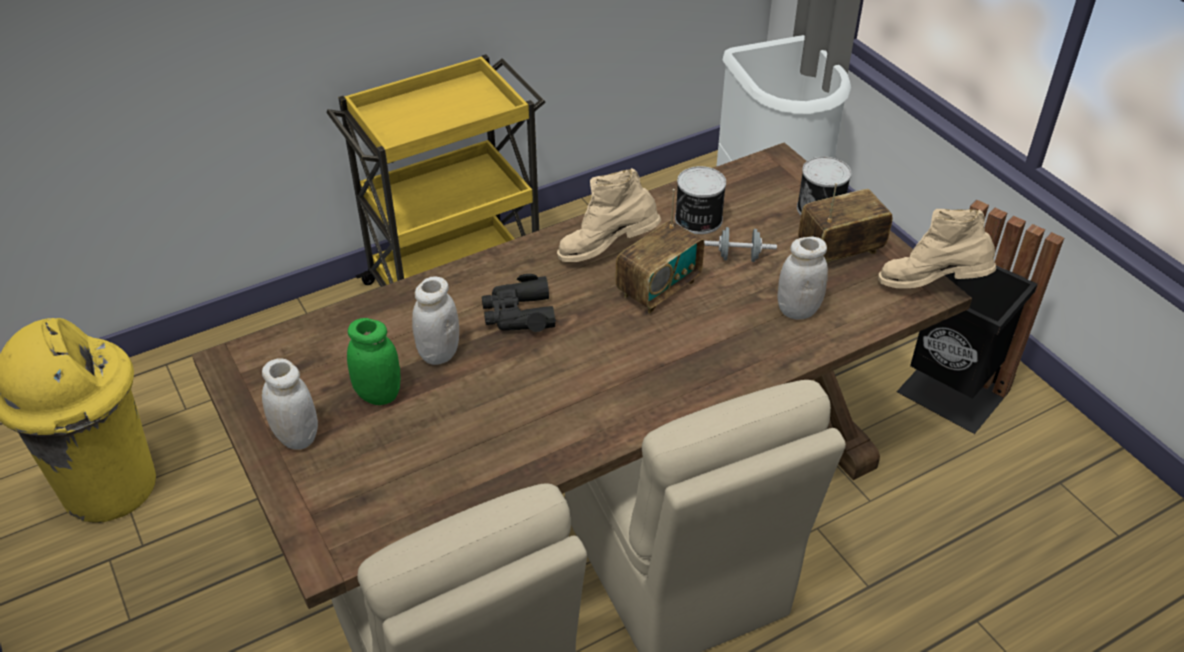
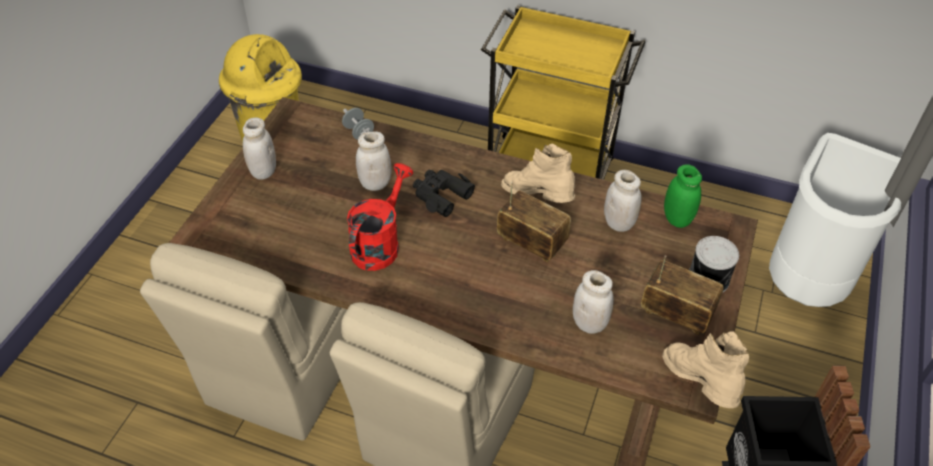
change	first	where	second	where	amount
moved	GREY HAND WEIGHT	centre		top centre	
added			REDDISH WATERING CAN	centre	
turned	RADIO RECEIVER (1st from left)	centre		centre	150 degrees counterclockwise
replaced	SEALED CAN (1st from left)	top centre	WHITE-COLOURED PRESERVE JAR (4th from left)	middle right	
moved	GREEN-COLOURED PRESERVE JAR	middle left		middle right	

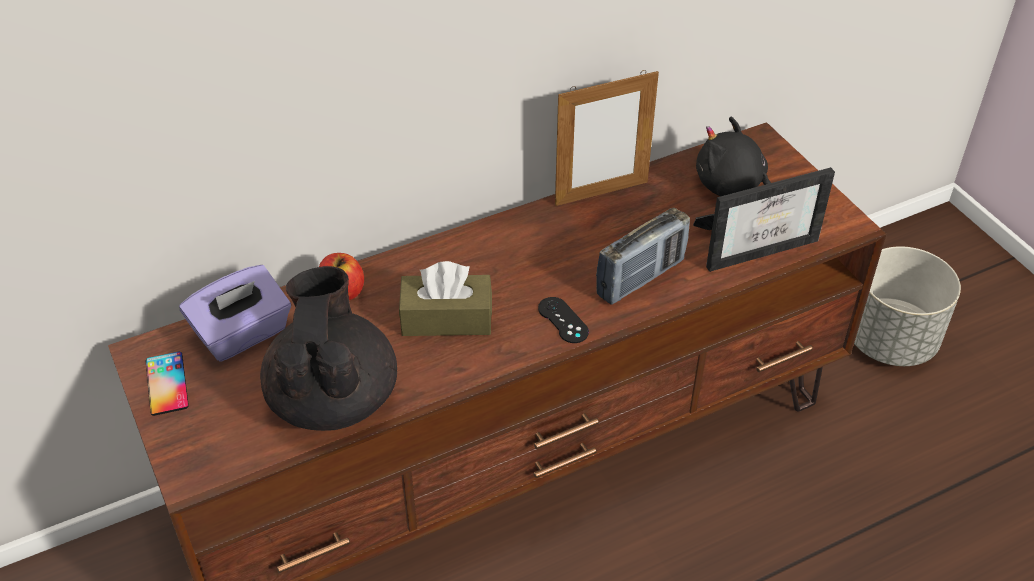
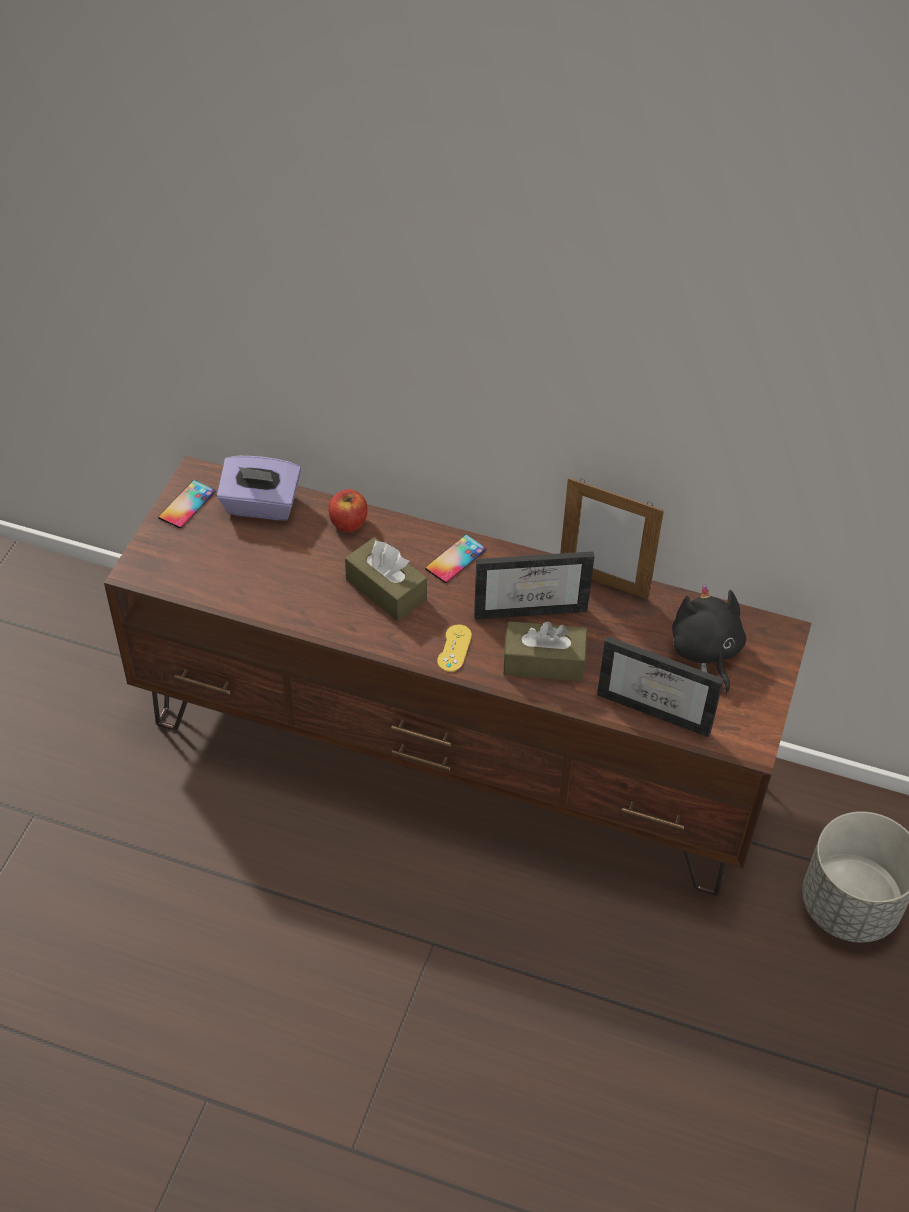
change	first	where	second	where	amount
added			TELEPHONE (2nd from left)	centre	
recoloured	BLACKISH GAMEPAD	centre	YELLOWISH GAMEPAD	centre	
added			STANDING FRAME (1st from left)	centre	
replaced	RADIO RECEIVER	centre	BROWNISH BOX OF TISSUES (2nd from left)	centre	
removed	BLACKISH TEA POT	middle left			

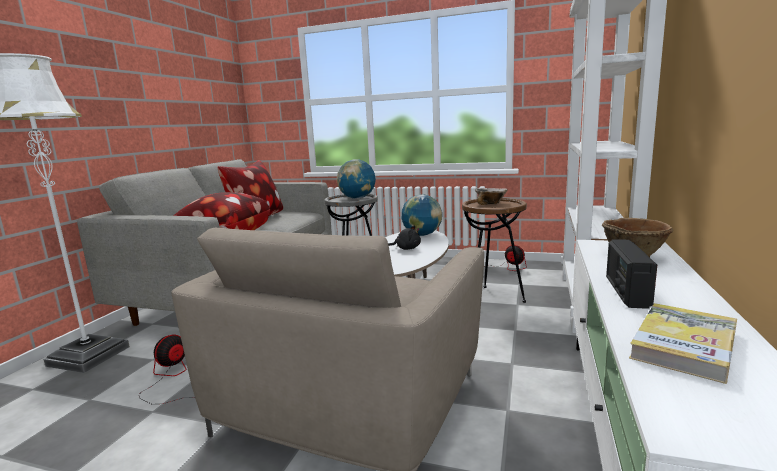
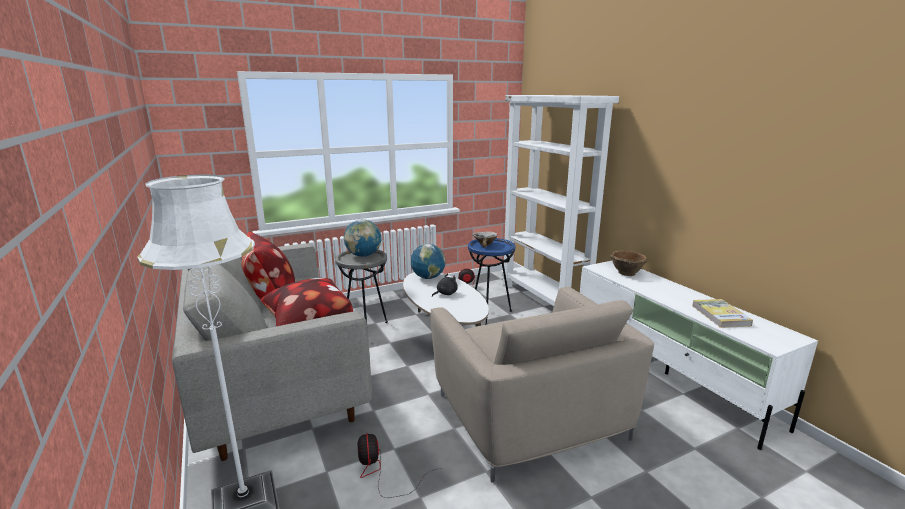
change	first	where	second	where	amount
recoloured	BROWNISH ACCENT TABLE	centre	BLUE ACCENT TABLE	centre	
removed	RADIO RECEIVER	middle right			

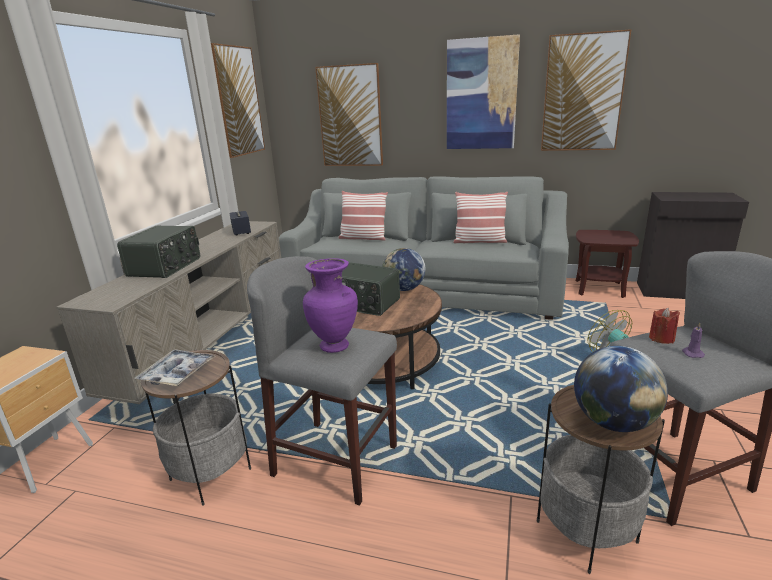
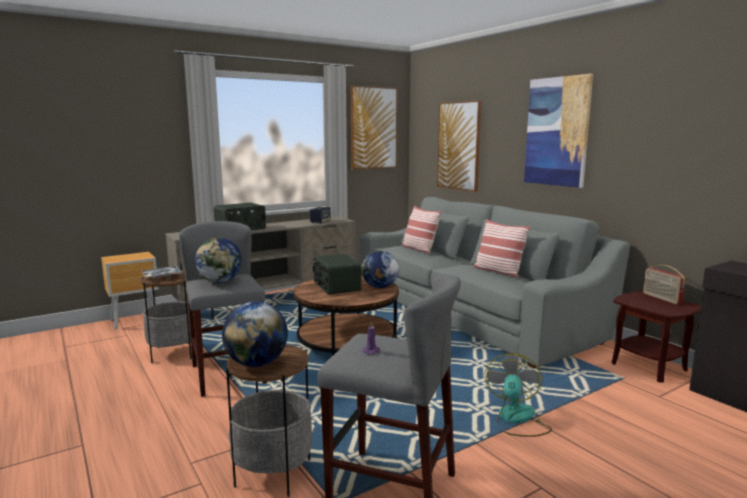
change	first	where	second	where	amount
replaced	PURPLISH FLOWER VASE	centre	GLOBE (1st from left)	middle left	
added			RADIO RECEIVER (3rd from left)	middle right	
removed	WALL ART (4th from left)	top right			
removed	REDDISH CANDLE	middle right			

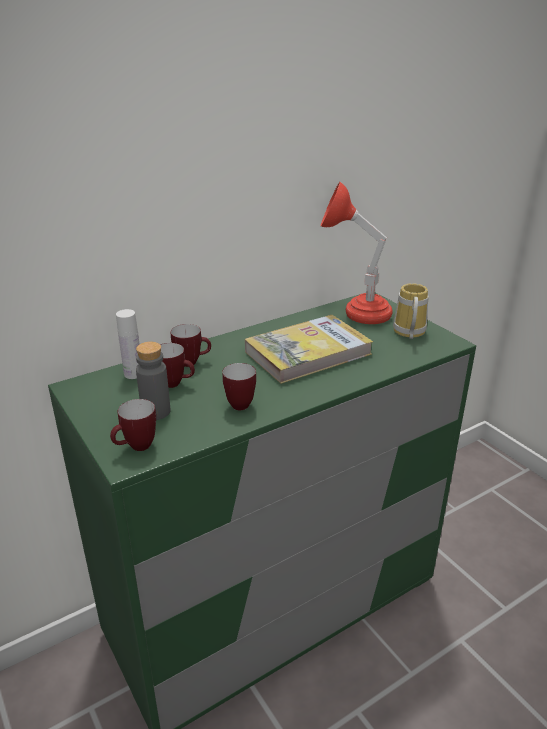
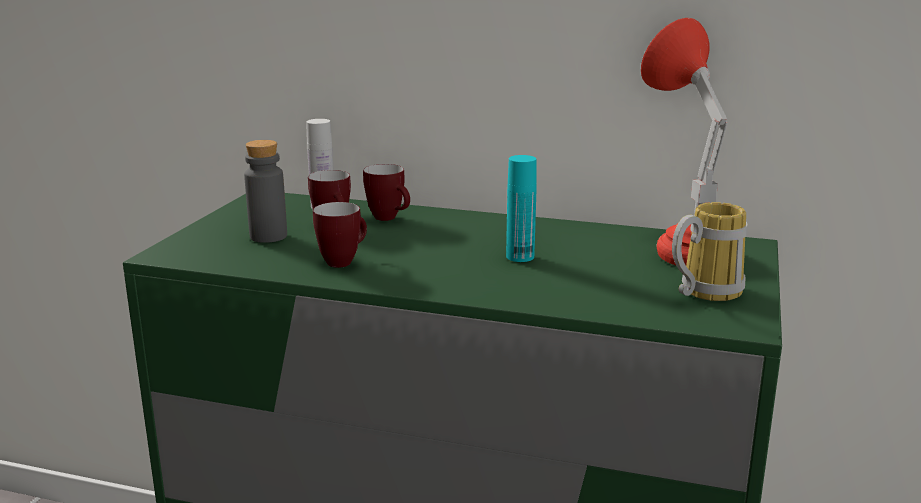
change	first	where	second	where	amount
replaced	BOUND BOOK	centre	TURQUOISE-COLOURED DRINK BOTTLE	centre	
removed	MUG (1st from left)	middle left			

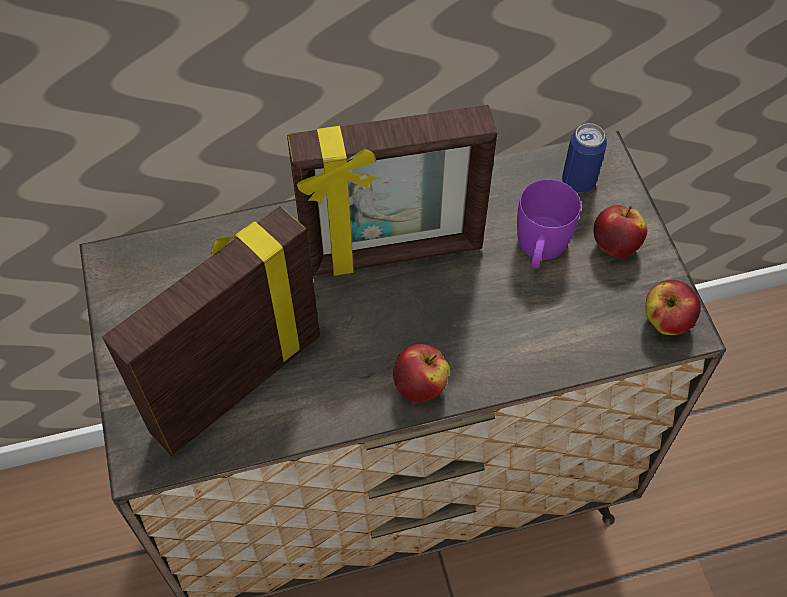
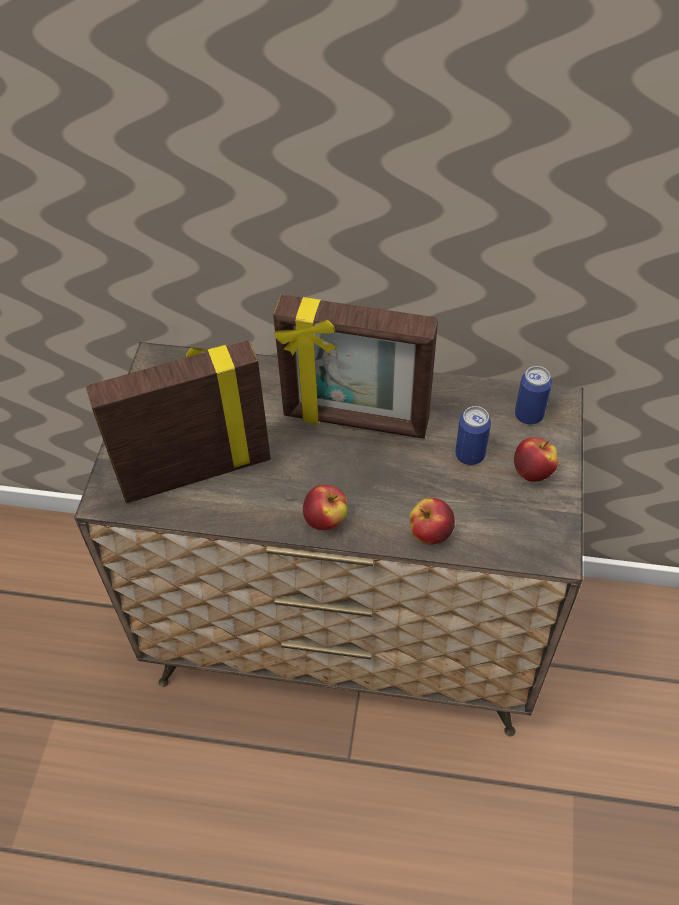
change	first	where	second	where	amount
moved	APPLE (3rd from left in the first image)	middle right	APPLE (2nd from left)	centre	
replaced	PURPLISH MUG	middle right	SEALED CAN (1st from left)	middle right	

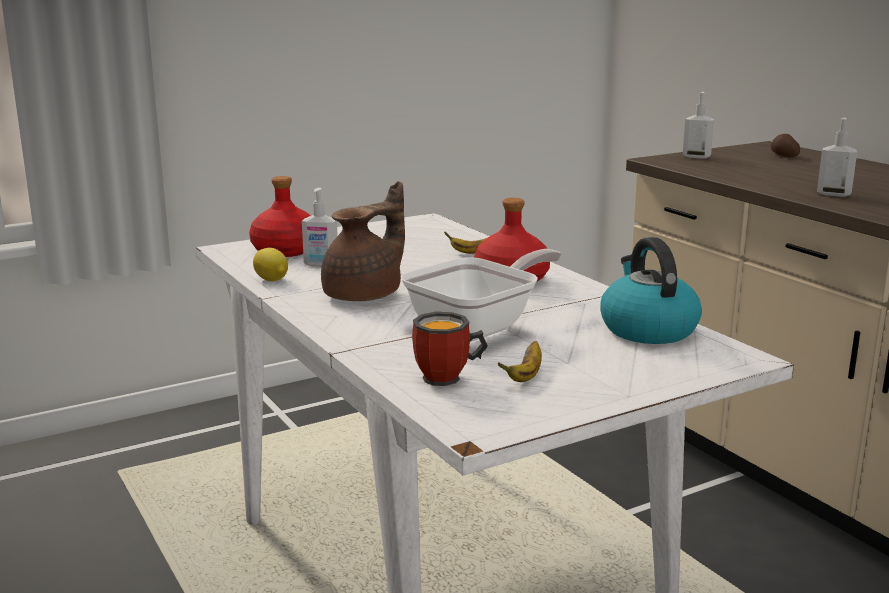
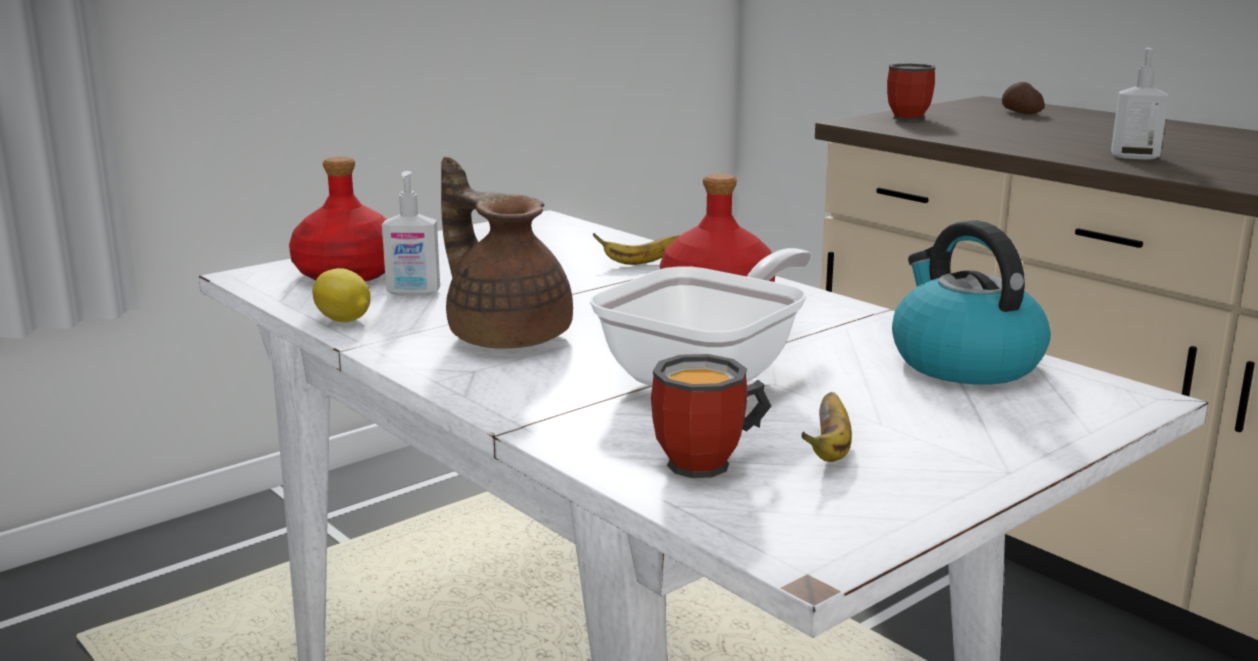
change	first	where	second	where	amount
turned	BROWNISH TEA POT	centre		centre	75 degrees counterclockwise
replaced	SOAP DISPENSER (2nd from left)	top right	MUG (2nd from left)	top right	

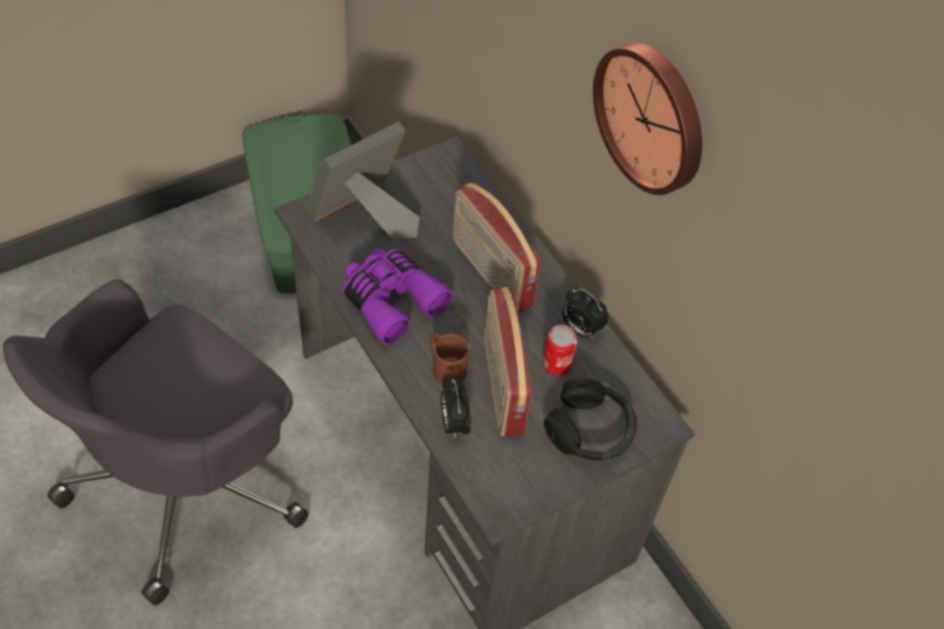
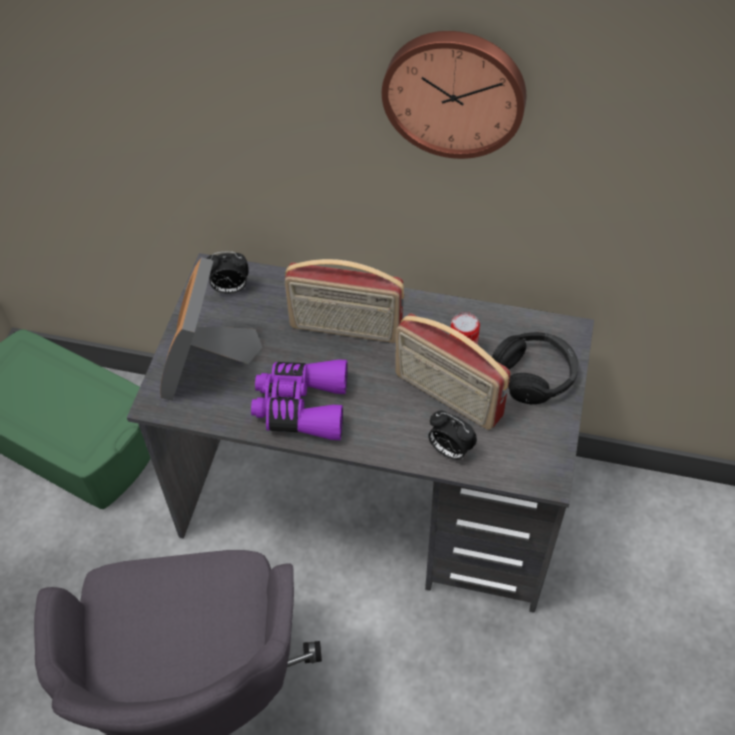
change	first	where	second	where	amount
moved	ALARM CLOCK (2nd from left in the first image)	centre	ALARM CLOCK (1st from left)	middle left	
removed	BROWNISH MUG	centre			

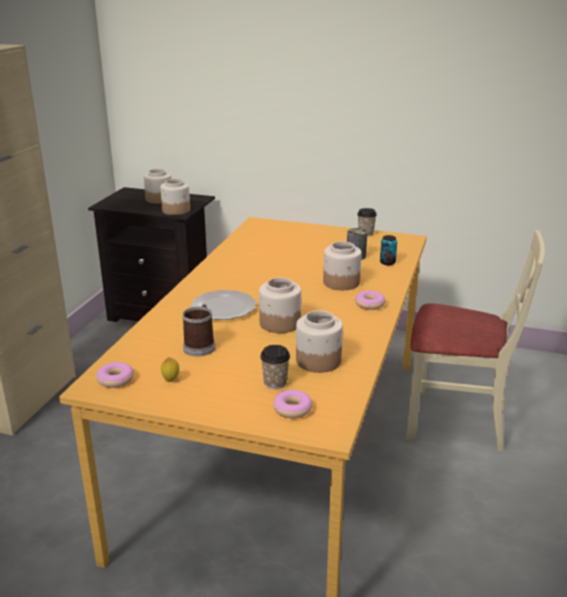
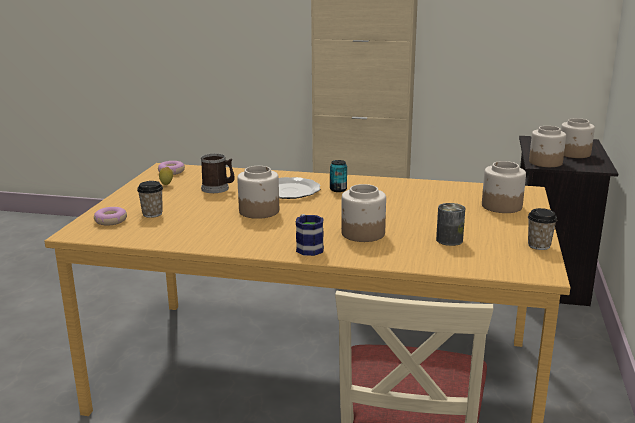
change	first	where	second	where	amount
replaced	DONUT (3rd from left)	centre	MUG (2nd from left)	centre	
moved	SEALED CAN (2nd from left in the first image)	middle right	SEALED CAN (1st from left)	centre	
moved	PRESERVE JAR (4th from left in the first image)	centre	PRESERVE JAR (3rd from left)	middle right	

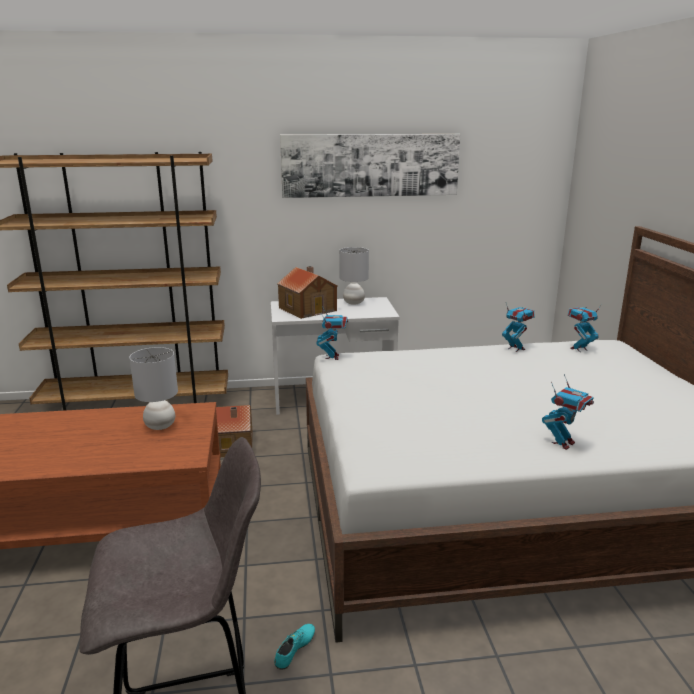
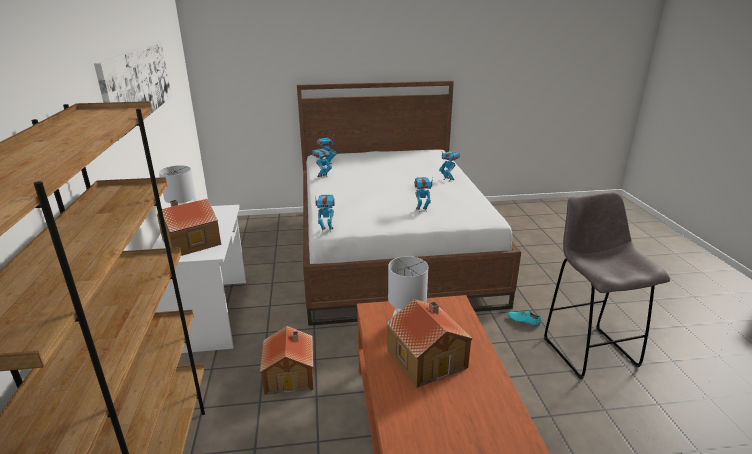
change	first	where	second	where	amount
added			TOY HOUSE (3rd from left)	bottom centre	
added			TOY ROBOT (4th from left)	centre	

